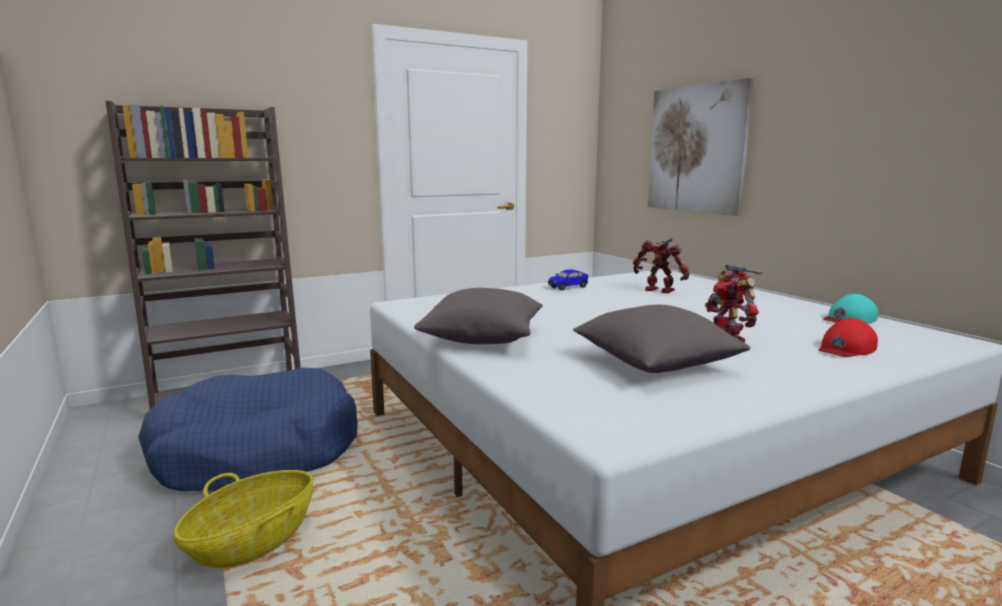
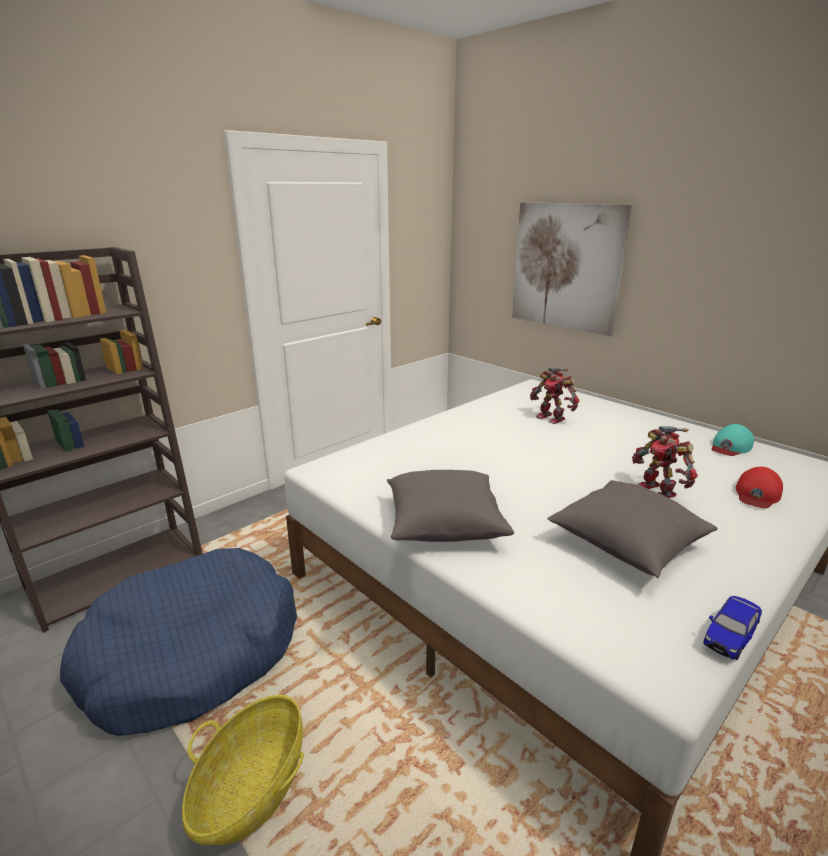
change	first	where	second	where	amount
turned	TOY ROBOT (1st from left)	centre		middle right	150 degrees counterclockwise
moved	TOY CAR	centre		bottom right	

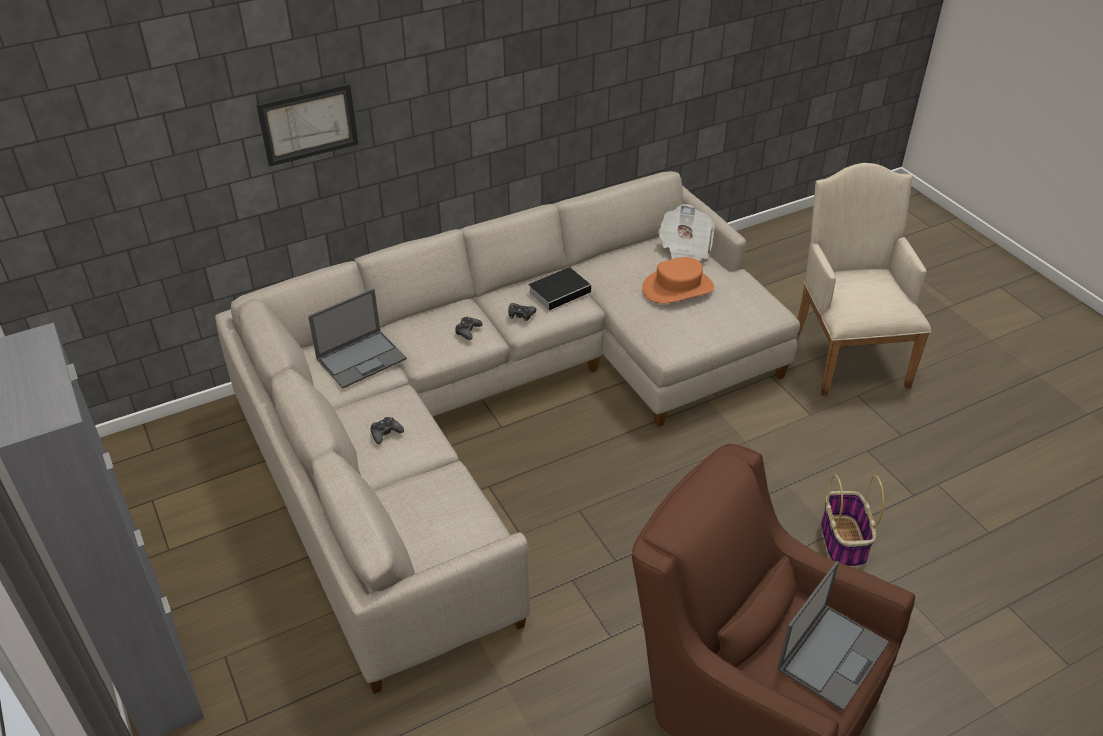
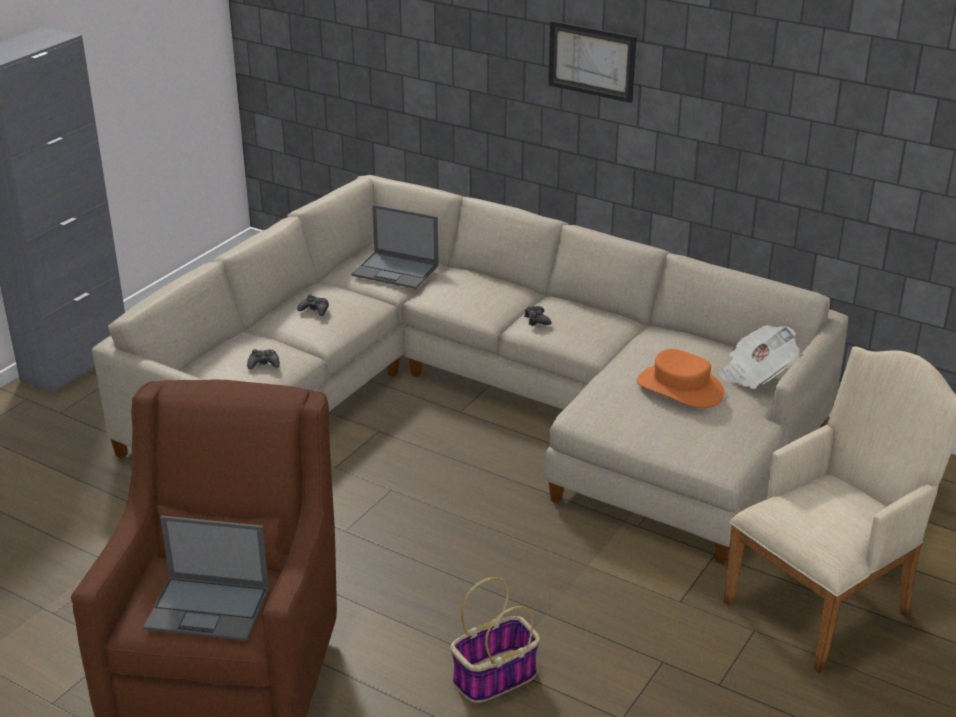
change	first	where	second	where	amount
moved	BLACKISH GAMEPAD (2nd from left in the first image)	centre	BLACKISH GAMEPAD (1st from left)	middle left	
moved	WALL ART	top left		top centre	
removed	BOUND BOOK	centre			

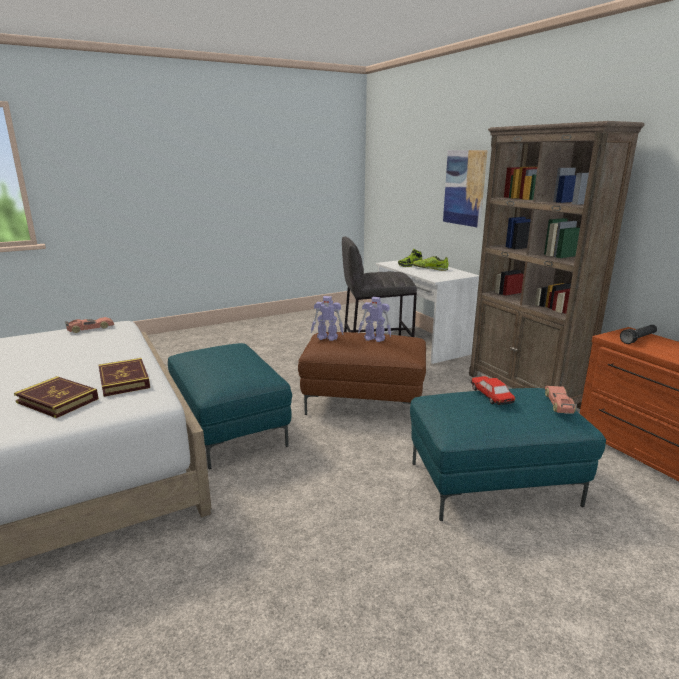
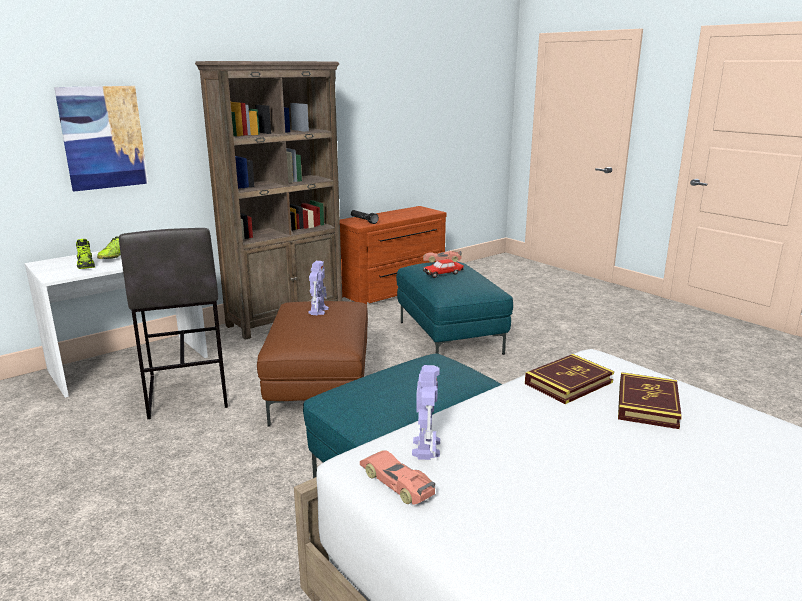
change	first	where	second	where	amount
moved	TOY ROBOT (1st from left in the first image)	centre	TOY ROBOT (2nd from left)	bottom centre	

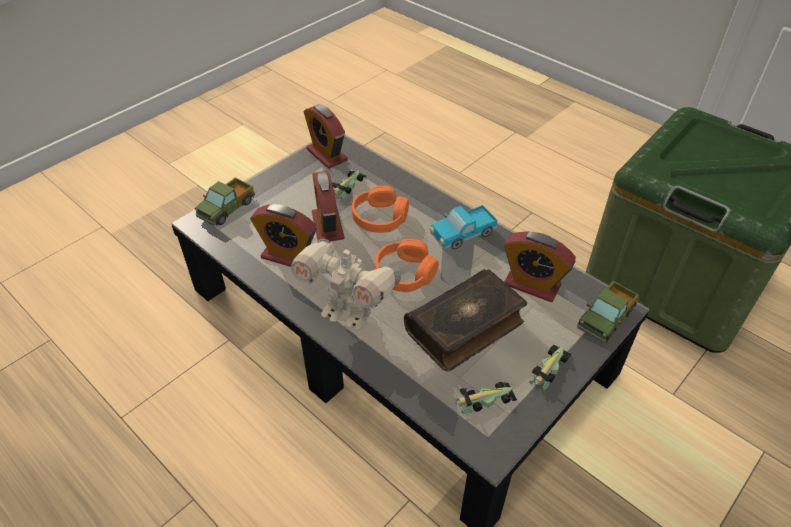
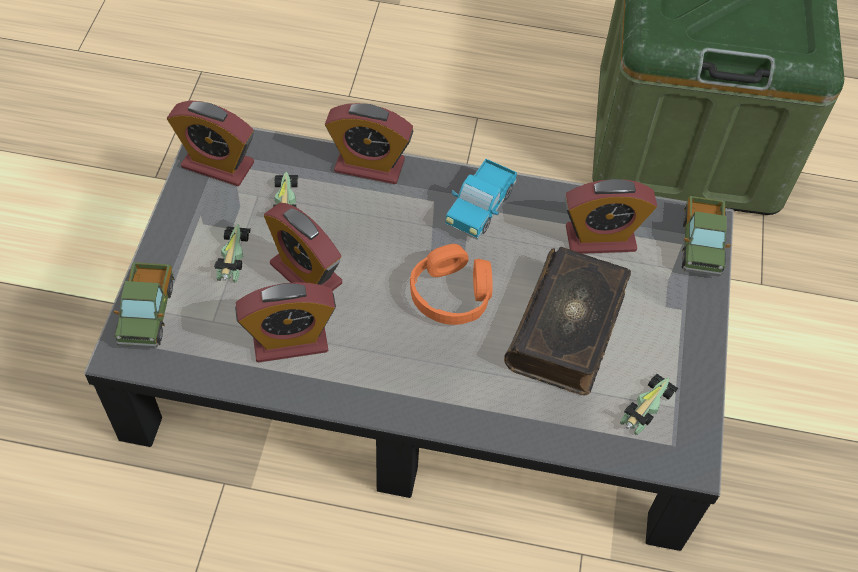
change	first	where	second	where	amount
moved	TOY CAR (3rd from left in the first image)	bottom right	TOY CAR (1st from left)	middle left	
added			ALARM CLOCK (4th from left)	top centre	
removed	TOY ROBOT	centre			
removed	ORANGE PAIR OF HEADPHONES (1st from left)	centre			

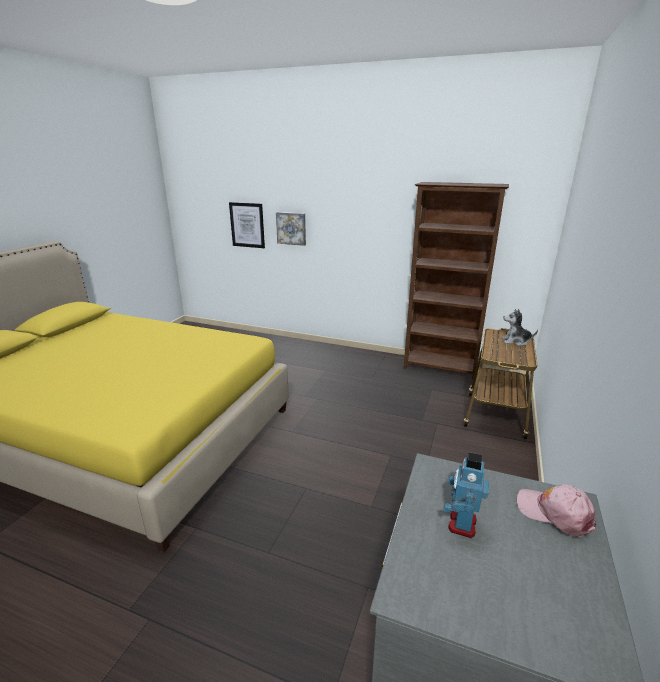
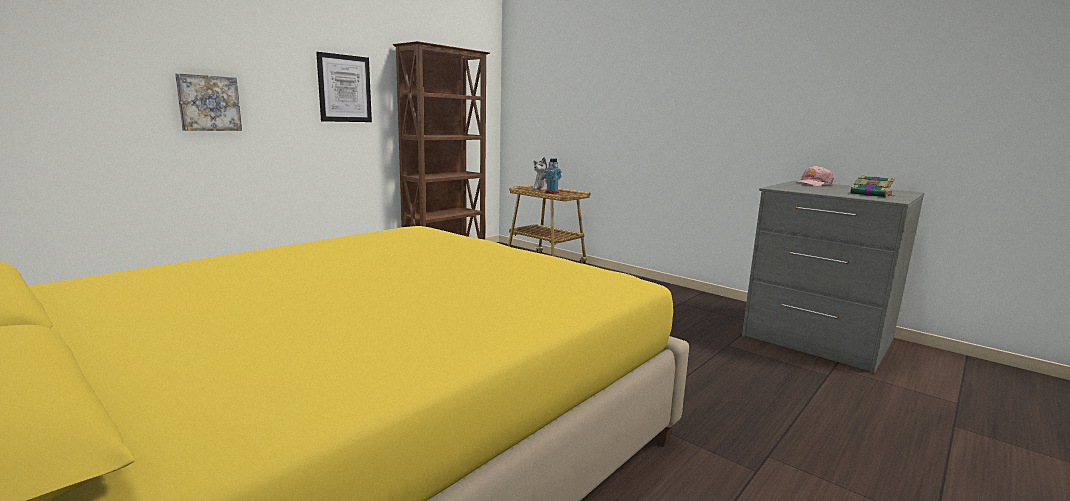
change	first	where	second	where	amount
moved	WALL ART (1st from left in the first image)	top centre	WALL ART (2nd from left)	top left	
moved	TOY ROBOT	bottom right		centre	
added			BOUND BOOK	middle right	

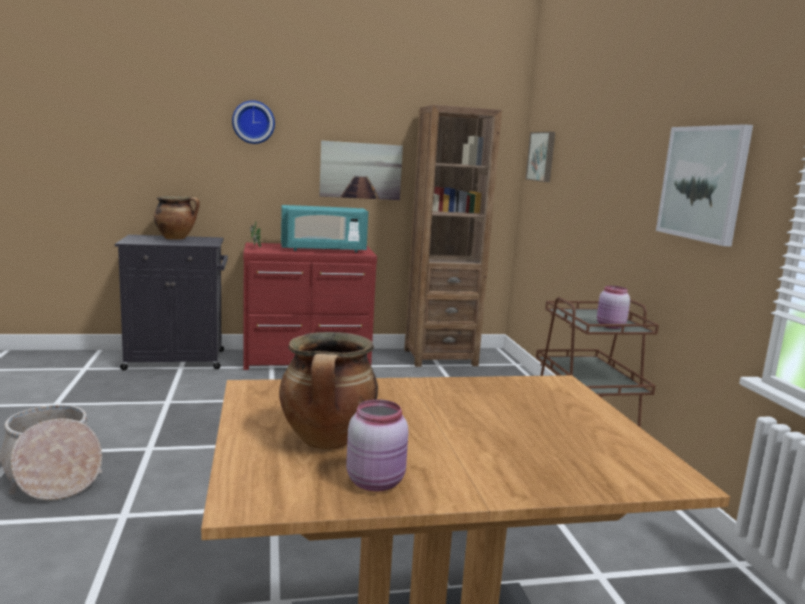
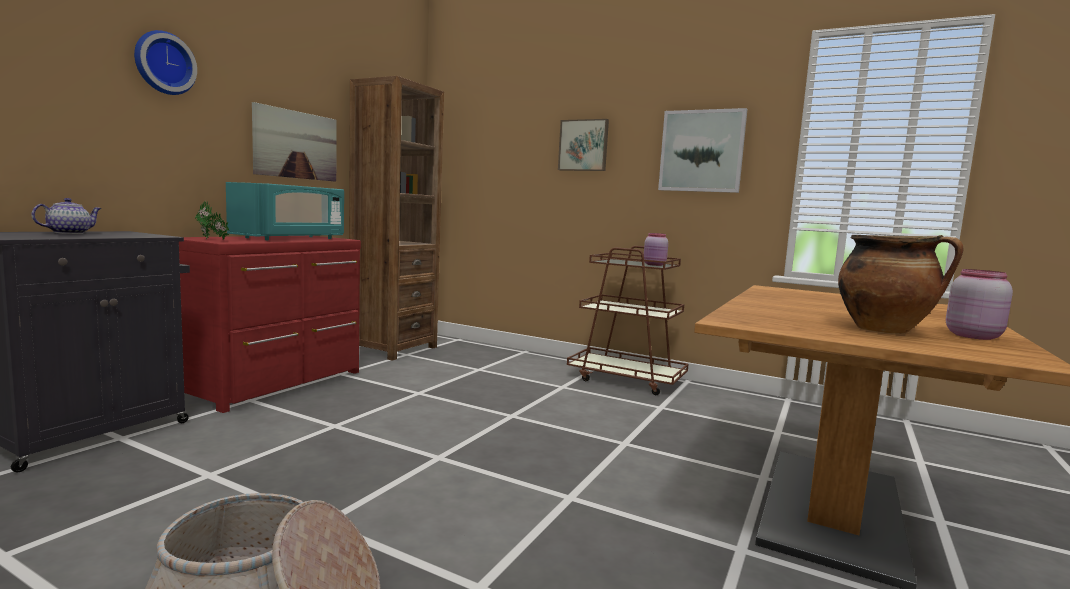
change	first	where	second	where	amount
replaced	COOKING POT (1st from left)	middle left	TEA POT	middle left	
moved	WALL ART (2nd from left)	top right		top centre	

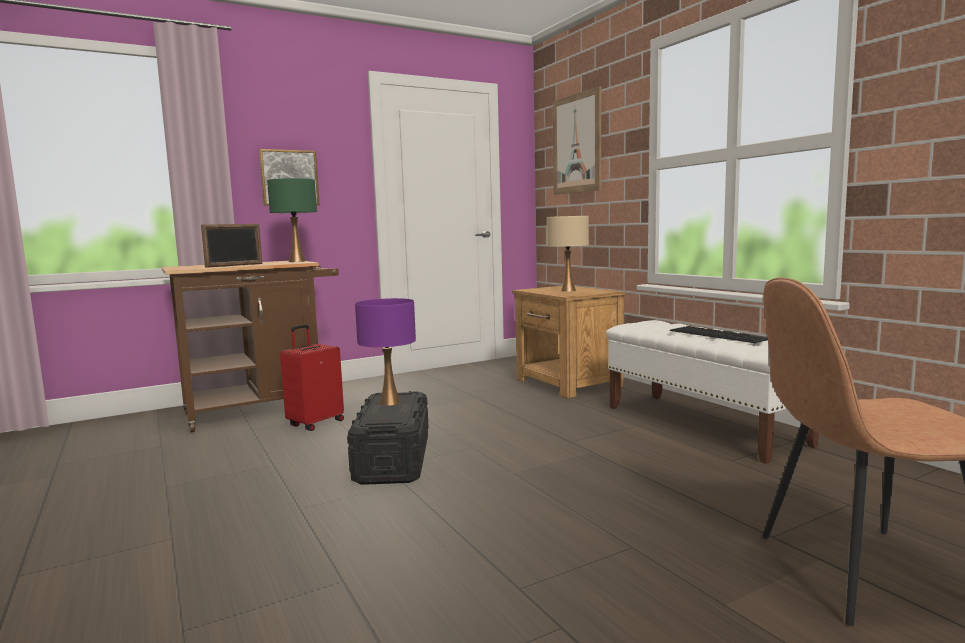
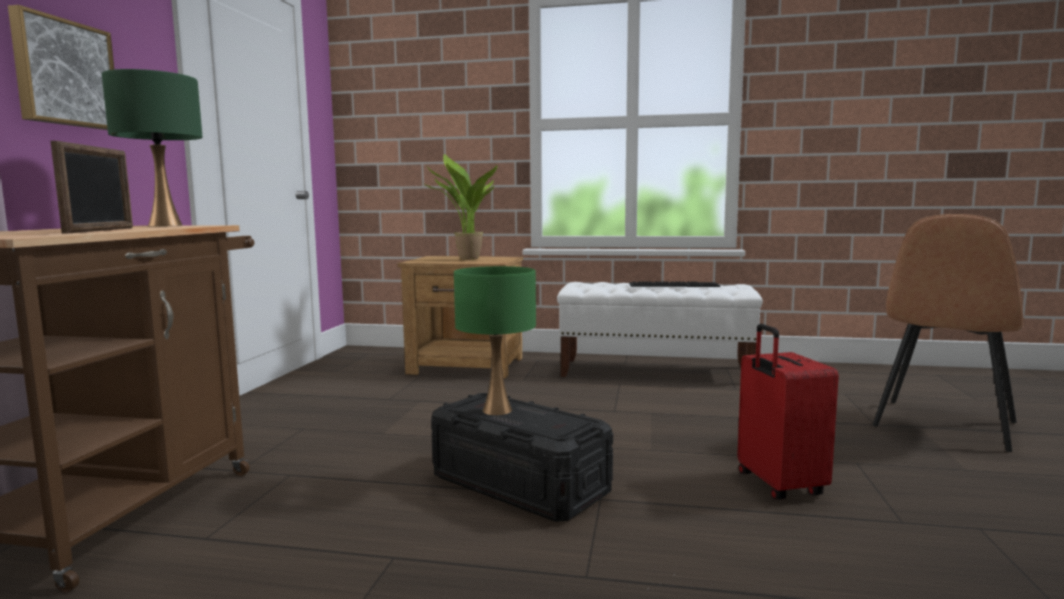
change	first	where	second	where	amount
replaced	BEIGE-COLOURED TABLETOP LAMP	centre	PLANT IN A POT	centre	
recoloured	PURPLISH TABLETOP LAMP	centre	GREEN-COLOURED TABLETOP LAMP (2nd from left)	centre	
moved	REDDISH TRAVEL CASE	middle left		bottom right	
removed	WALL ART (2nd from left)	top centre			

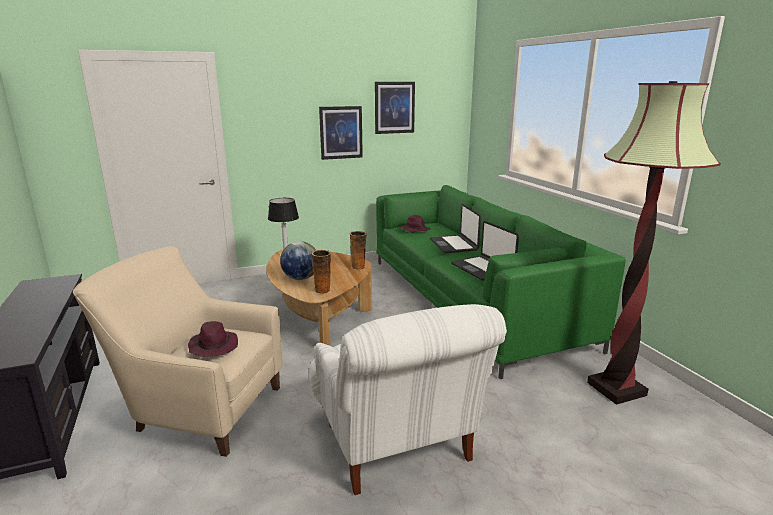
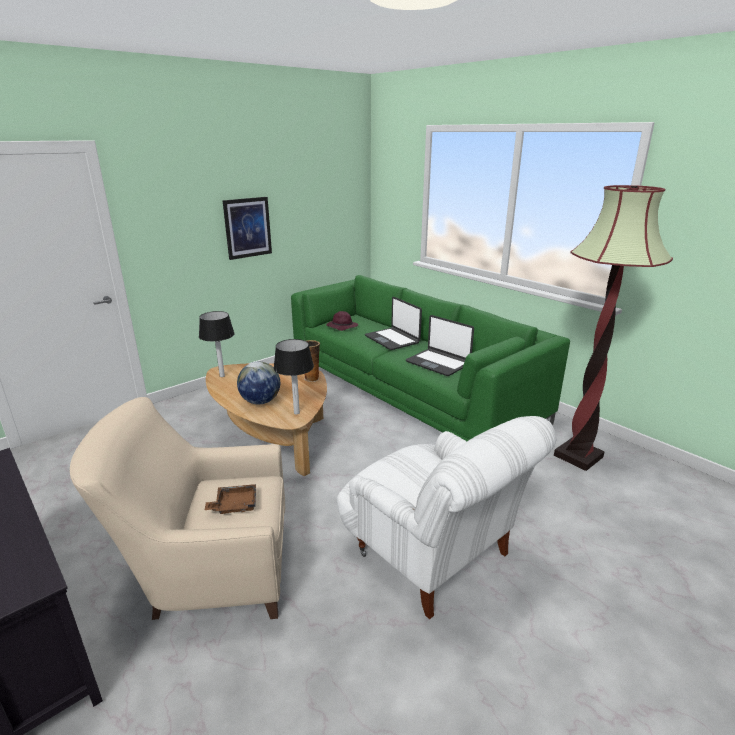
change	first	where	second	where	amount
replaced	PURPLISH WEARABLE HAT (1st from left)	middle left	BROWNISH CARRYING TRAY	bottom left	
replaced	FLOWER VASE (1st from left)	centre	TABLETOP LAMP (2nd from left)	centre	
removed	WALL ART (2nd from left)	top centre			

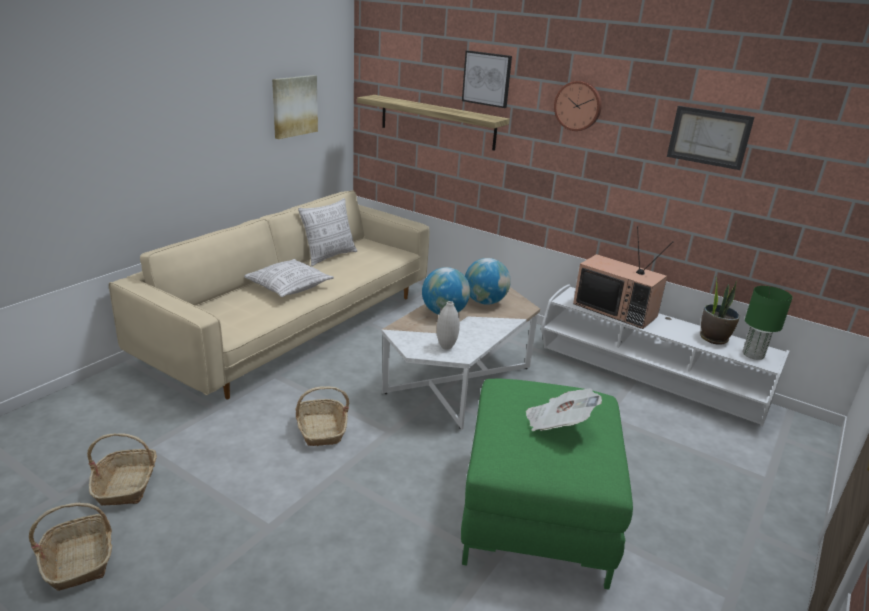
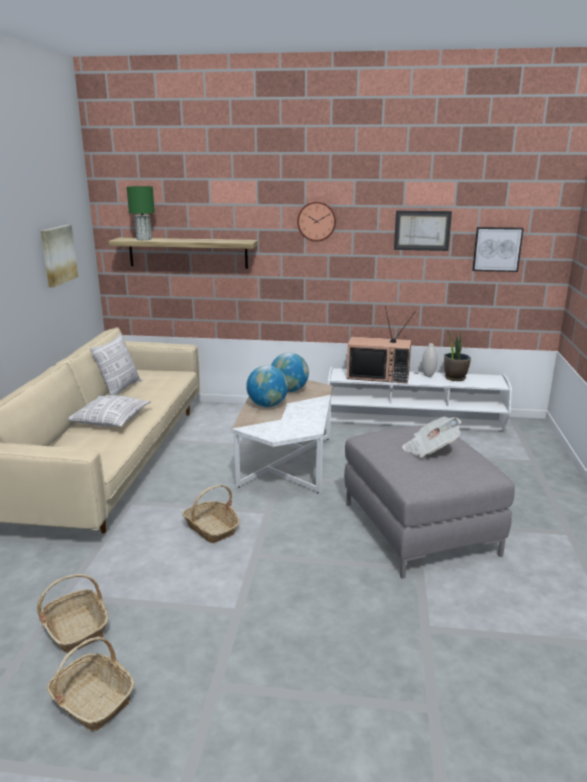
change	first	where	second	where	amount
moved	GREEN-COLOURED TABLETOP LAMP	middle right		top left	
recoloured	GREEN-COLOURED FOOTREST	bottom centre	GREY FOOTREST	middle right	
moved	WHITE-COLOURED FLOWER VASE	centre		middle right	
moved	WALL ART (2nd from left in the first image)	top centre	WALL ART (3rd from left)	top right	

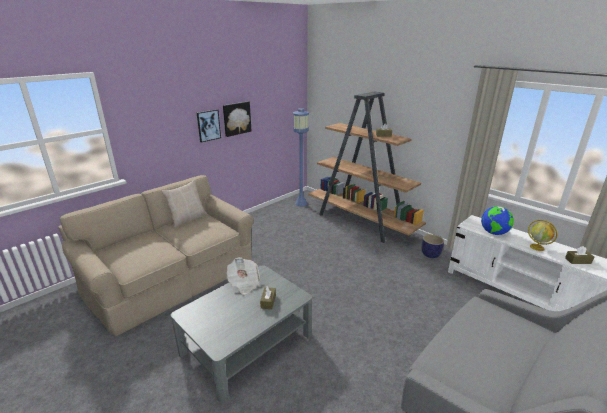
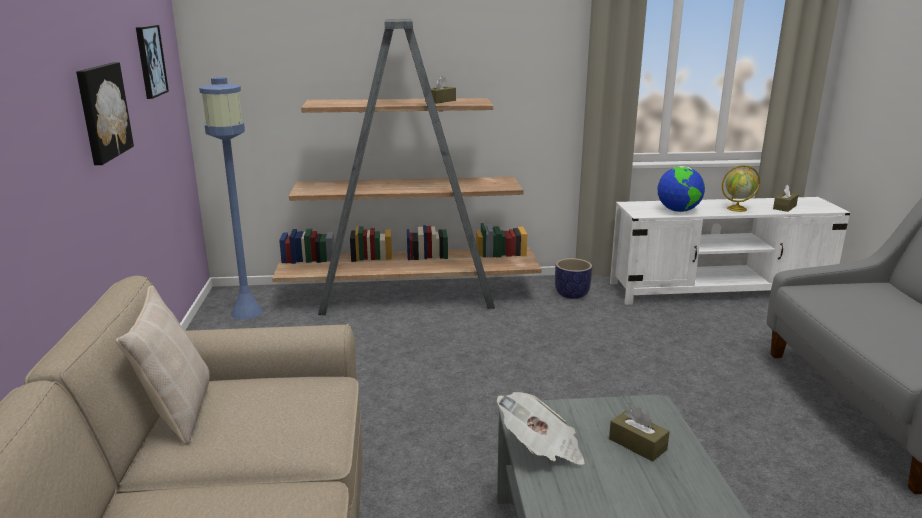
change	first	where	second	where	amount
moved	WALL ART (1st from left in the first image)	top centre	WALL ART (2nd from left)	top left	

